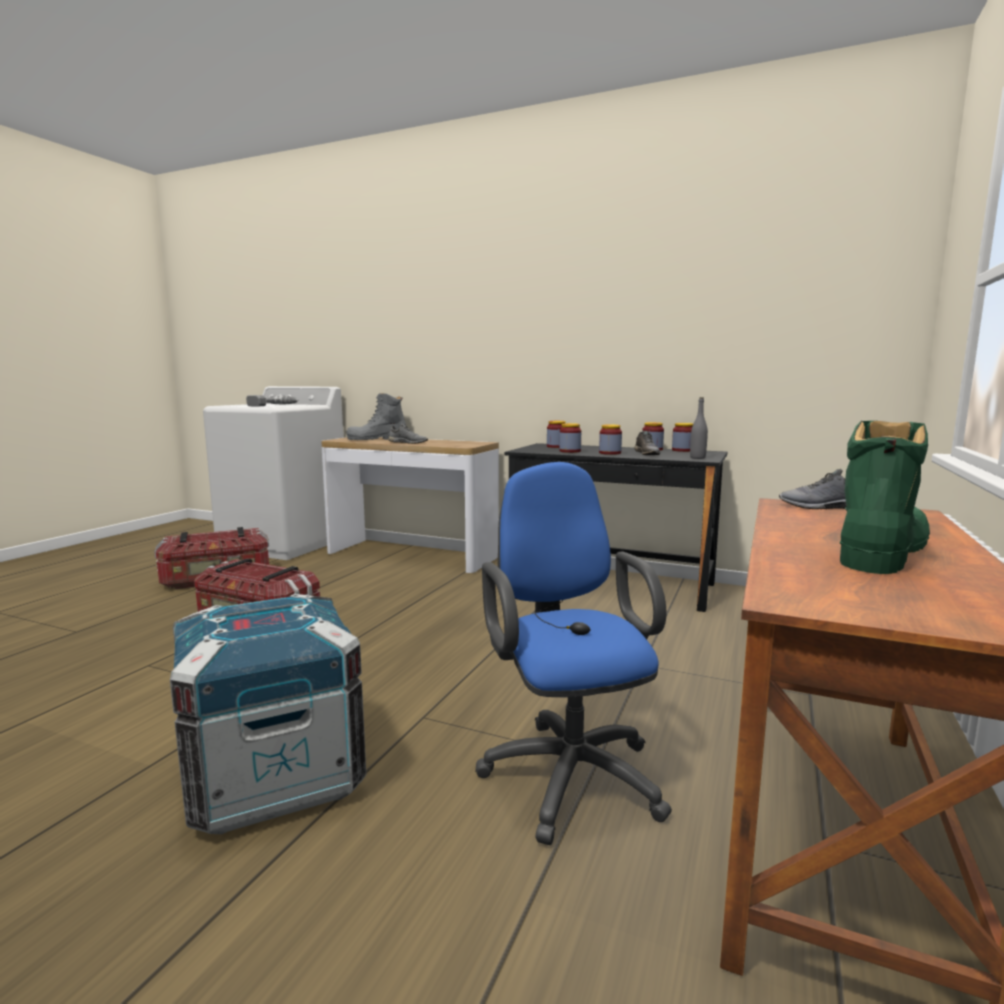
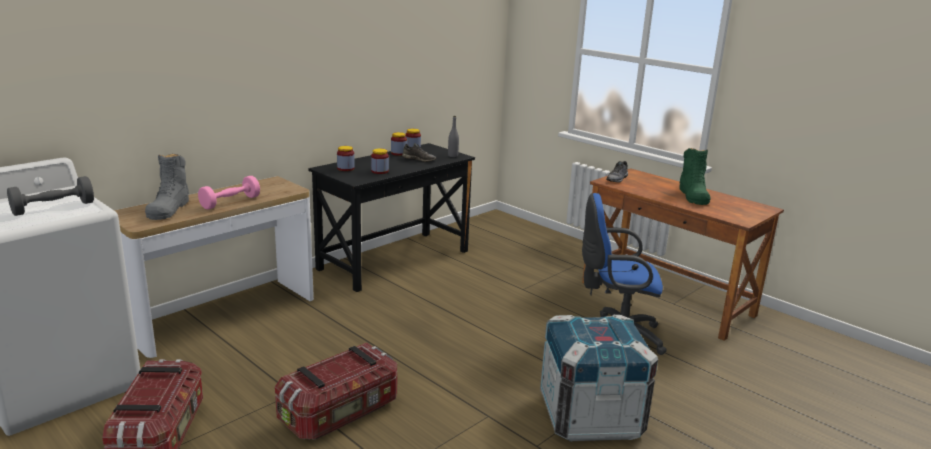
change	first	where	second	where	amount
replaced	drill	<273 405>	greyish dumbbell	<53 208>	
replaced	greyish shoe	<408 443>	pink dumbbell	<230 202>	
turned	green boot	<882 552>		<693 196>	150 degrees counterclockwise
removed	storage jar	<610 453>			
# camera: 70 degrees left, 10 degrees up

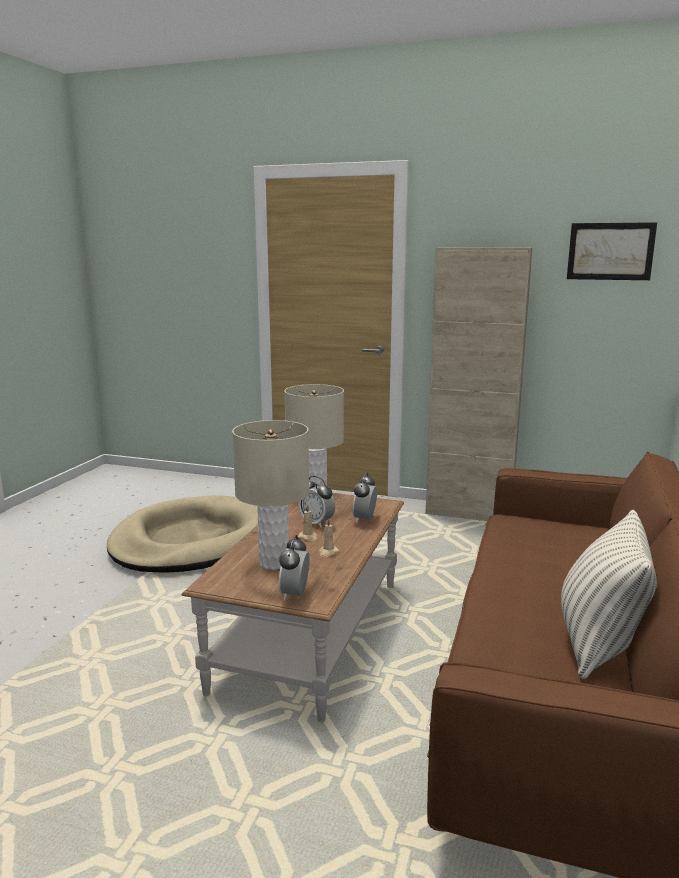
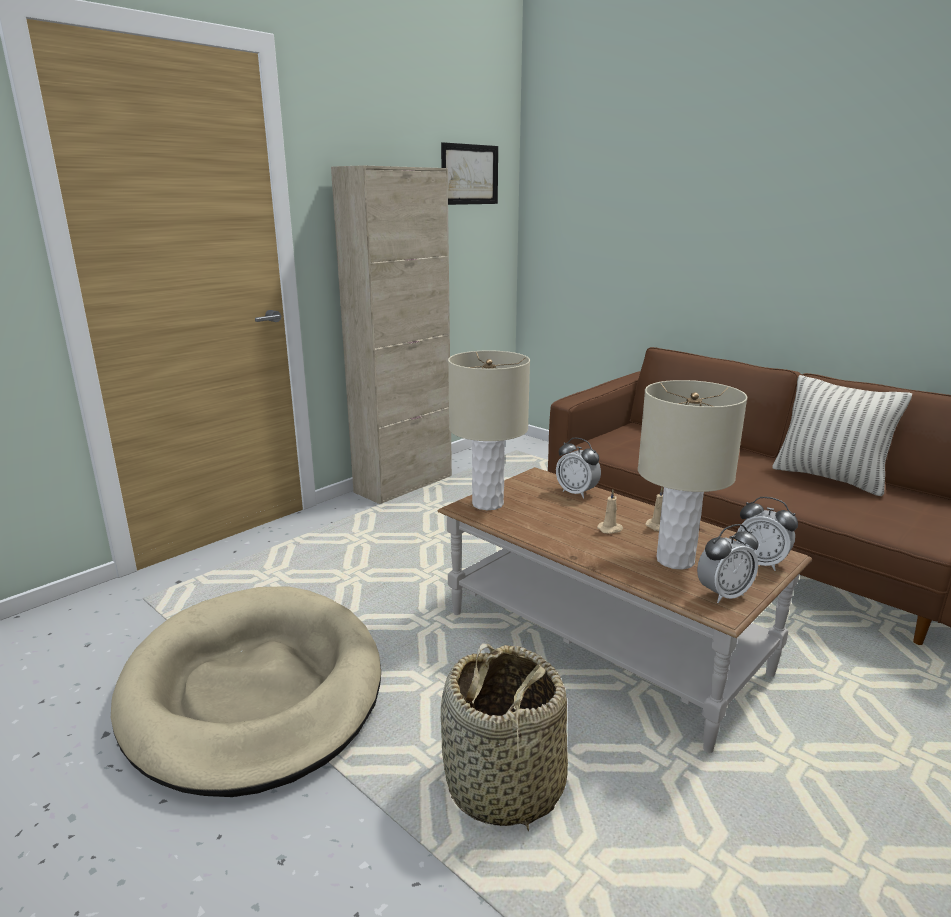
change	first	where	second	where	amount
added			household basket	<504 785>	
moved	alarm clock	<317 523>		<723 594>	
# camera: 65 degrees left, 5 degrees up

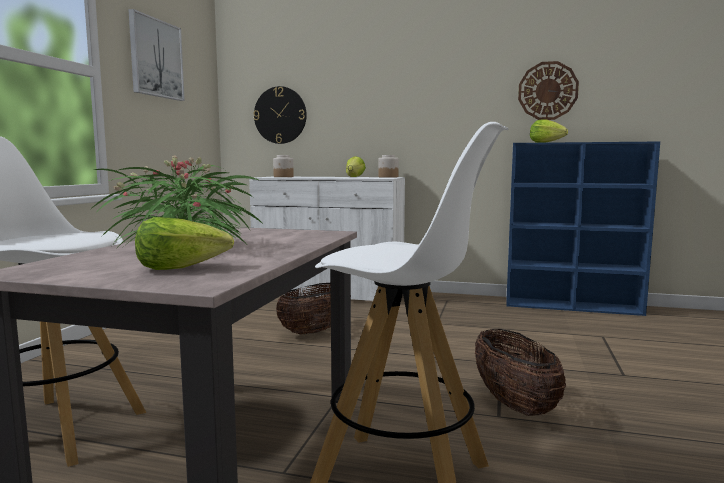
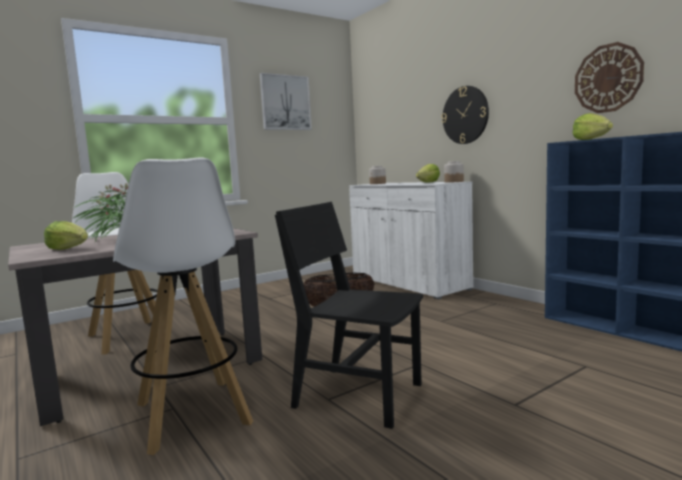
change	first	where	second	where	amount
replaced	household basket	<514 404>	blackish upright chair	<358 395>	
moved	clock on the wall	<280 115>		<465 115>	
# camera: 40 degrees right, 0 degrees up

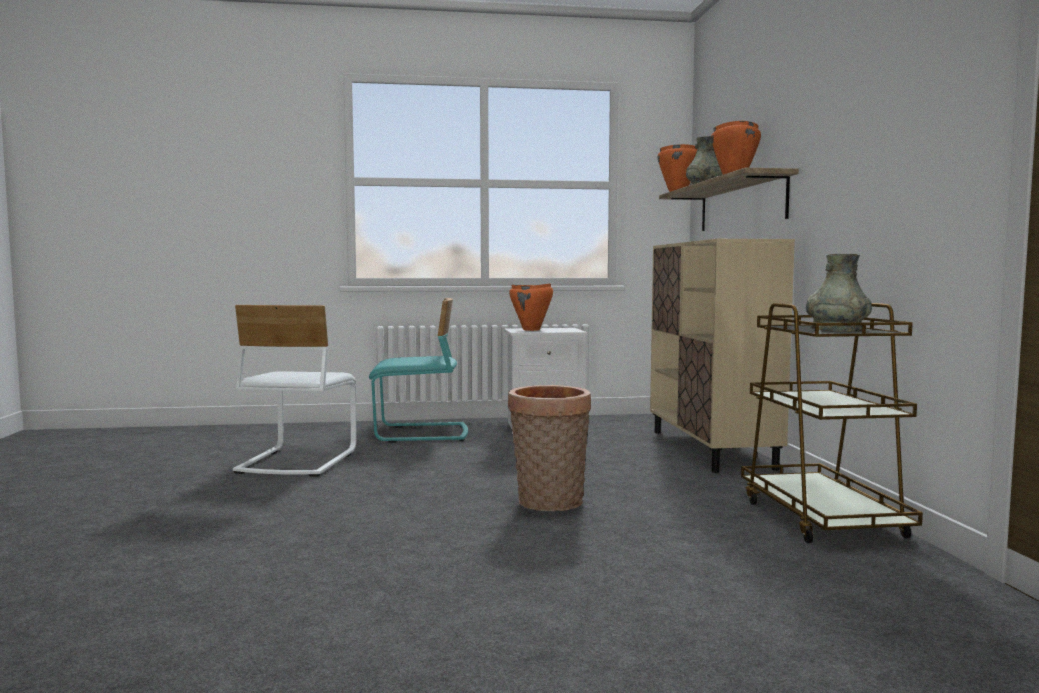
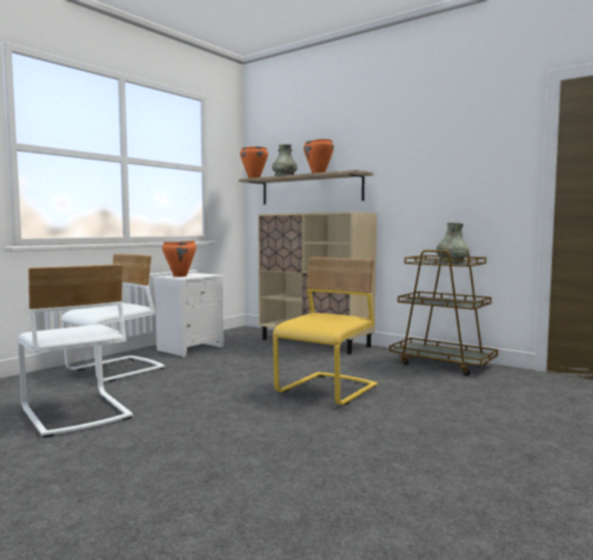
change	first	where	second	where	amount
recoloured	turquoise upright chair	<421 434>	white upright chair	<116 370>	
replaced	household basket	<549 504>	yellow-coloured upright chair	<328 390>	
# camera: 45 degrees left, 0 degrees up

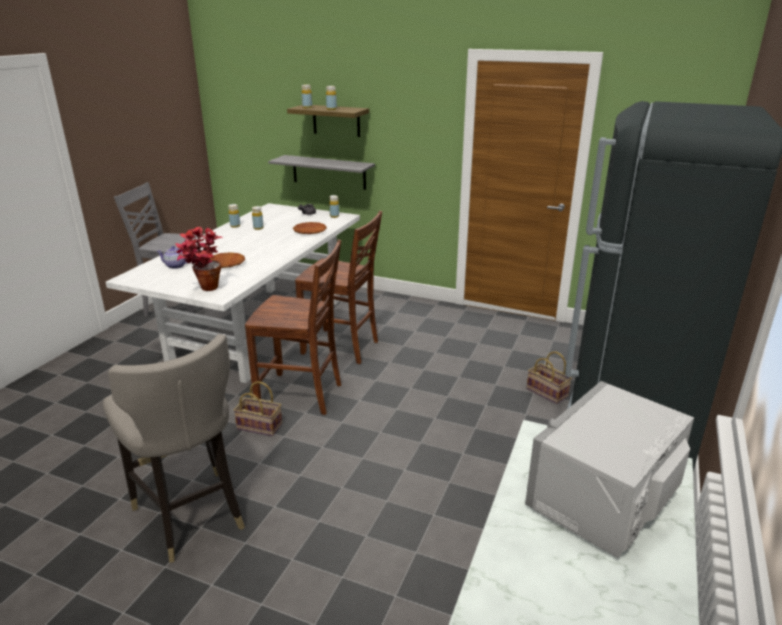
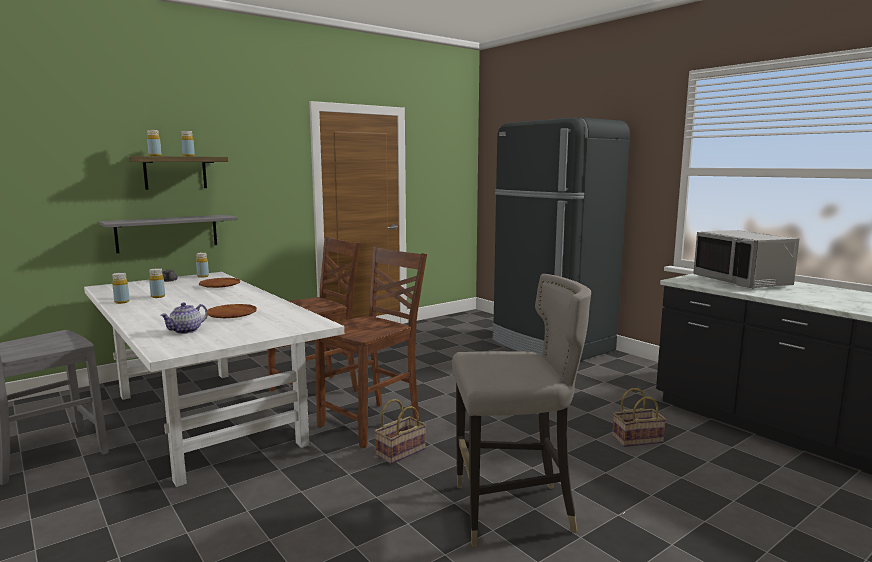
change	first	where	second	where	amount
moved	household basket	<548 393>		<638 439>	
removed	houseplant	<203 290>			
# camera: 60 degrees left, 15 degrees down

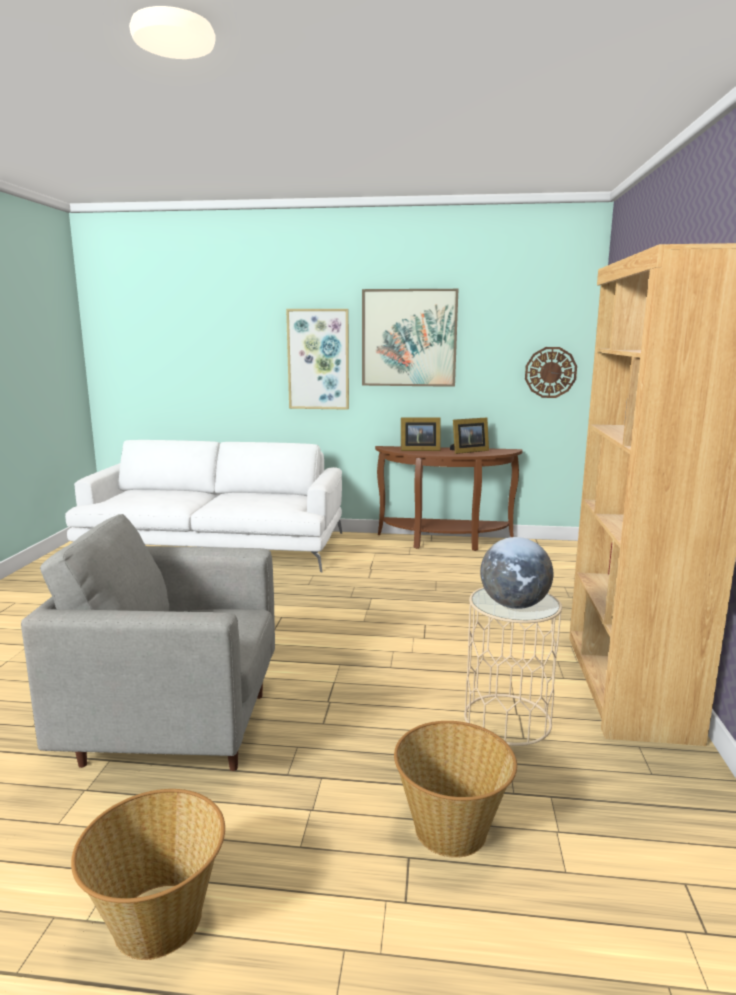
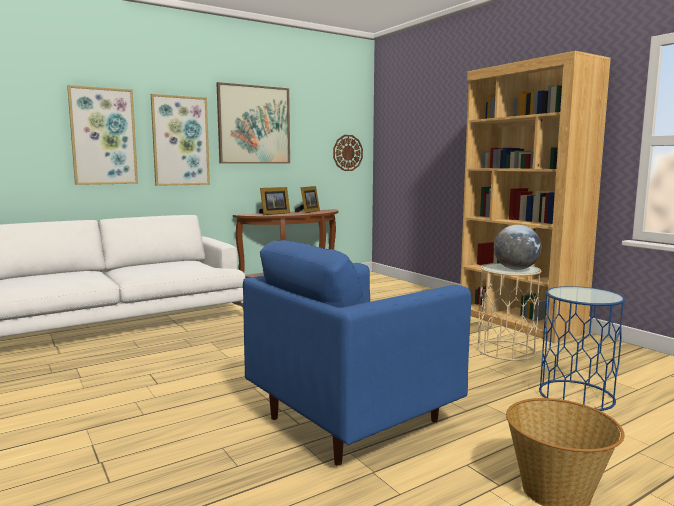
change	first	where	second	where	amount
added			wall picture	<103 136>	
recoloured	greyish lounge chair	<176 727>	bluish lounge chair	<352 420>	
replaced	household basket	<451 828>	bluish accent table	<576 395>	
# camera: 40 degrees left, 5 degrees down

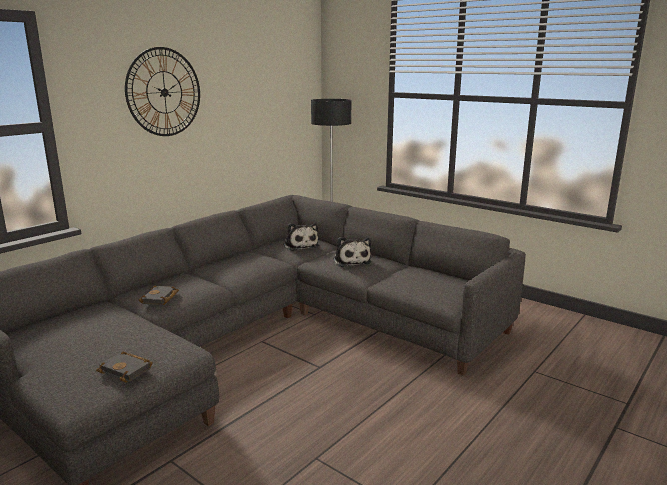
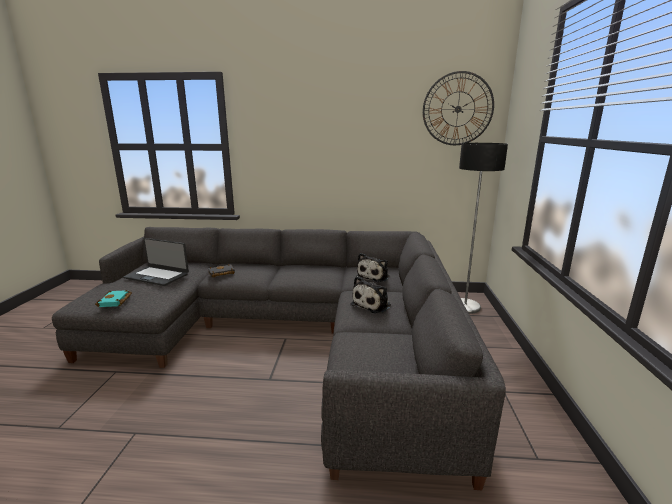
change	first	where	second	where	amount
recoloured	blackish bound book	<127 370>	turquoise bound book	<115 301>	
added			notebook computer	<157 276>	
moved	clock on the wall	<164 92>		<457 109>	
# camera: 55 degrees right, 0 degrees up

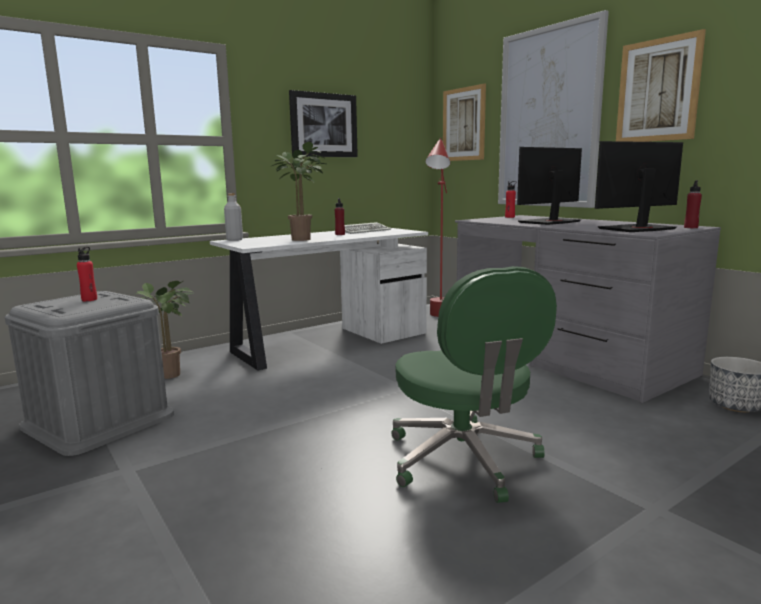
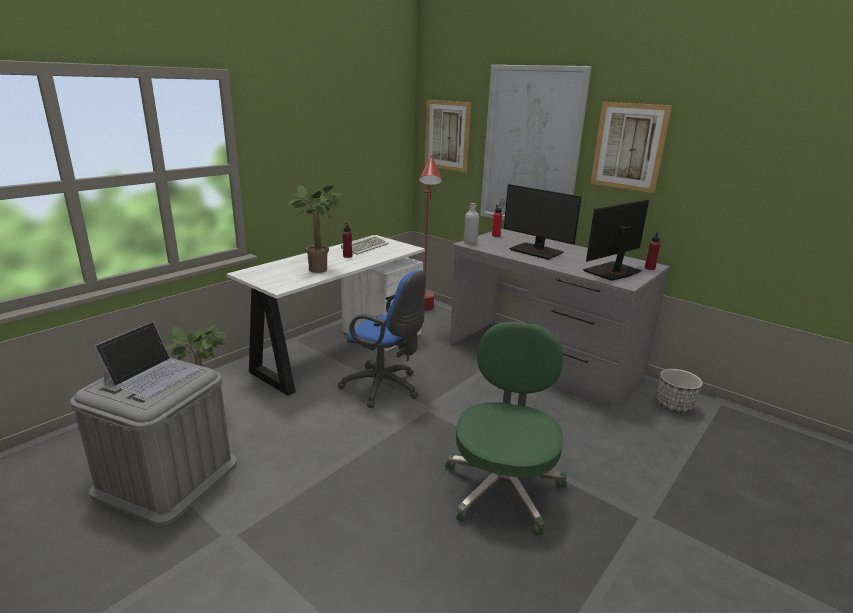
change	first	where	second	where	amount
replaced	red bottle	<89 299>	notebook computer	<152 375>	
added			bluish computer chair	<385 388>	
turned	green computer chair	<464 460>		<503 487>	135 degrees counterclockwise
moved	greyish bottle	<234 240>		<470 242>	
turned	monitor	<550 222>		<537 251>	90 degrees counterclockwise
removed	wall picture	<323 125>			
# camera: 15 degrees left, 10 degrees up

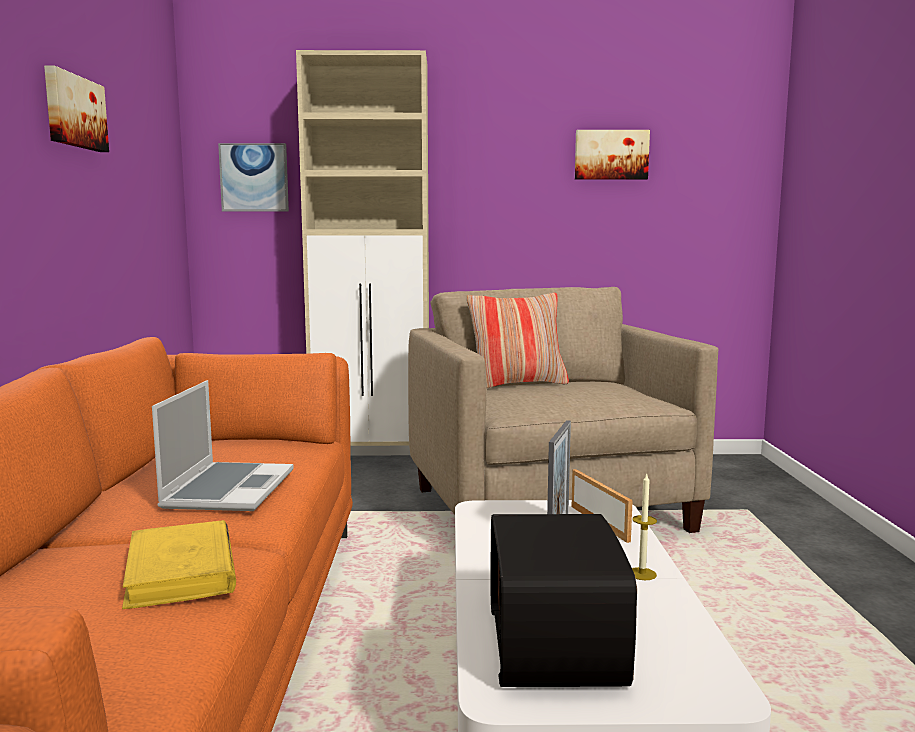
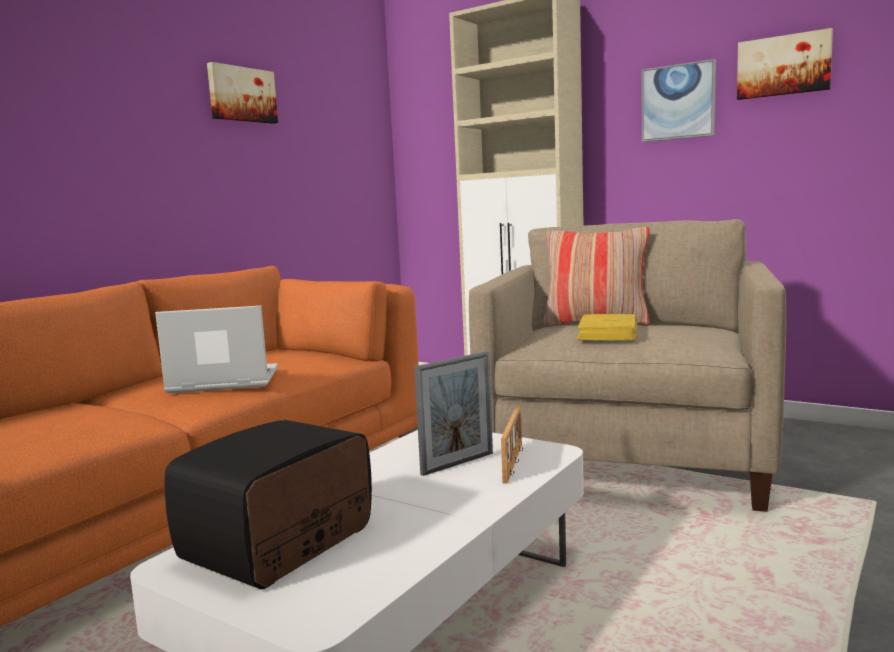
change	first	where	second	where	amount
turned	notebook computer	<228 489>		<222 382>	135 degrees counterclockwise
moved	yellow-coloured bound book	<181 571>		<608 333>	
moved	wall picture	<254 177>		<678 102>	
removed	candle	<642 574>			
# camera: 35 degrees right, 0 degrees up

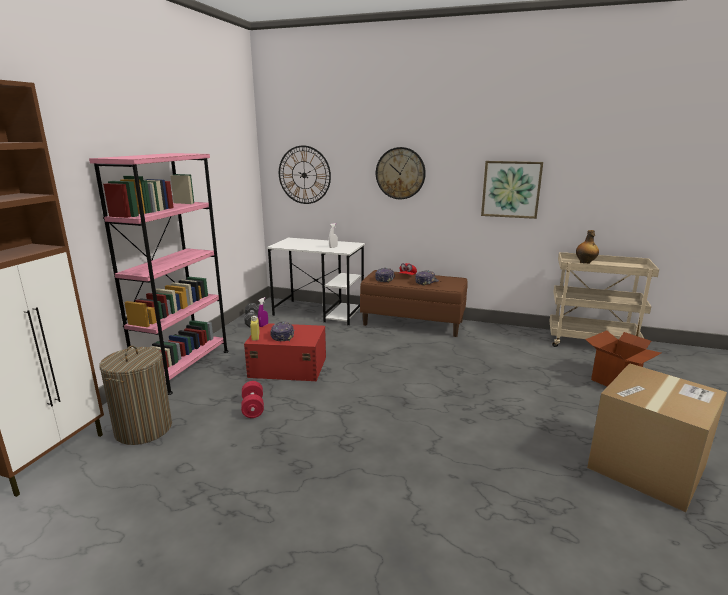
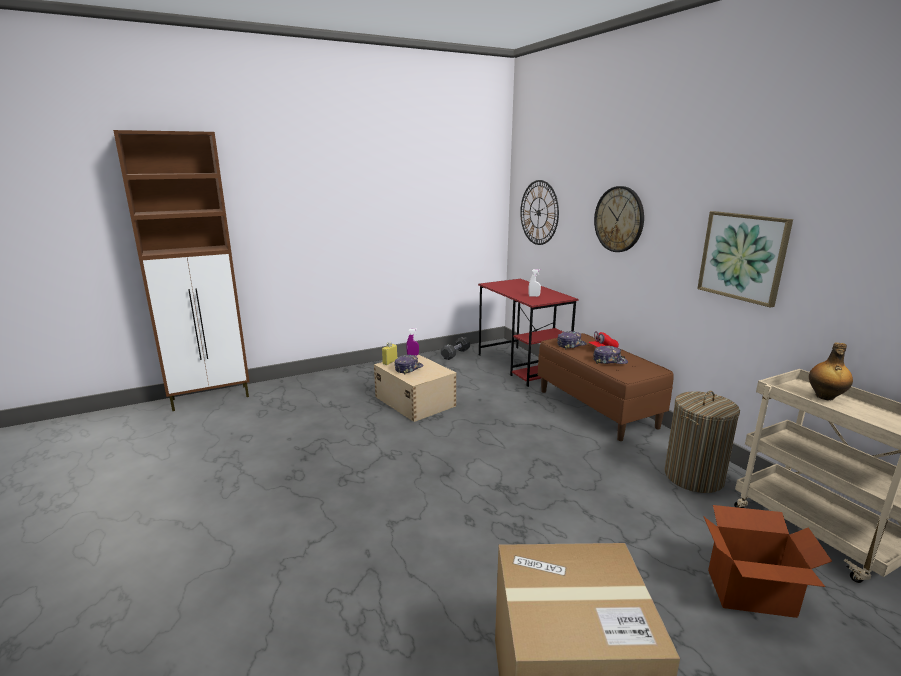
change	first	where	second	where	amount
recoloured	red storage bin	<287 366>	sand-coloured storage bin	<415 401>	
recoloured	white desk	<319 312>	red desk	<522 365>	
moved	washing basket	<143 429>		<693 477>	
removed	pink bookcase	<184 368>			
removed	red dumbbell	<253 408>			
# camera: 45 degrees right, 0 degrees up

